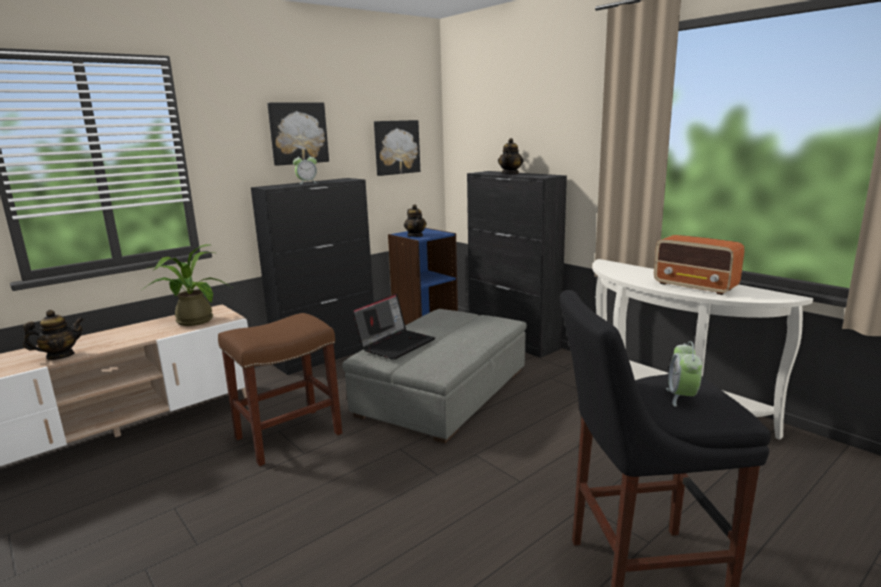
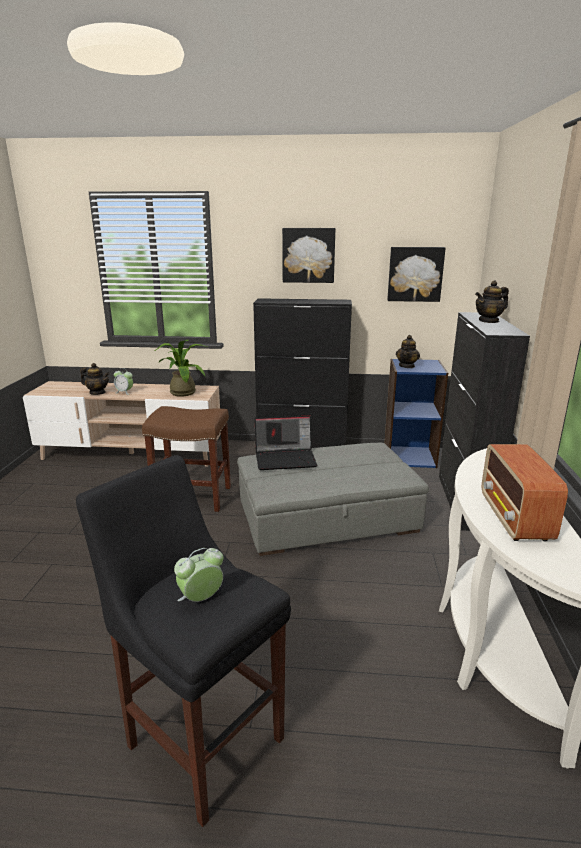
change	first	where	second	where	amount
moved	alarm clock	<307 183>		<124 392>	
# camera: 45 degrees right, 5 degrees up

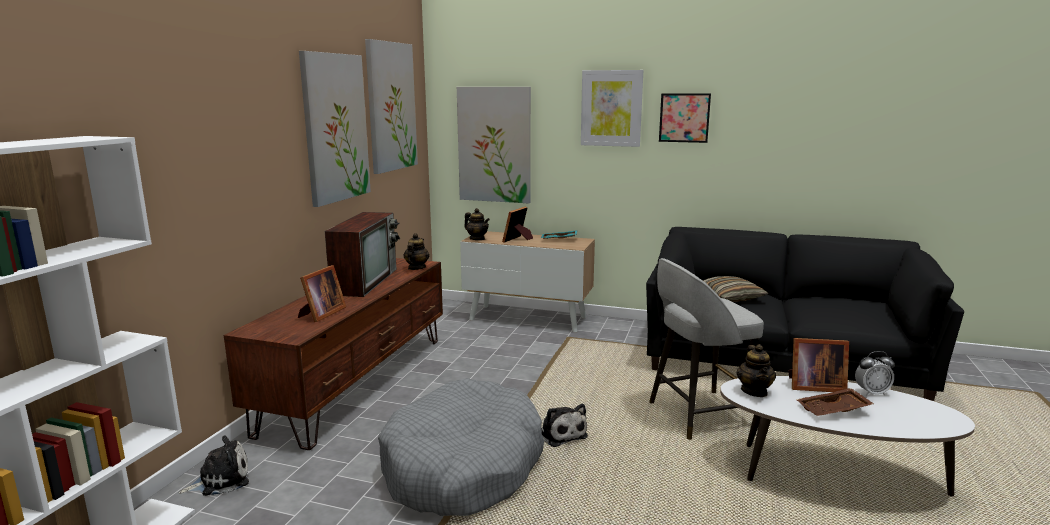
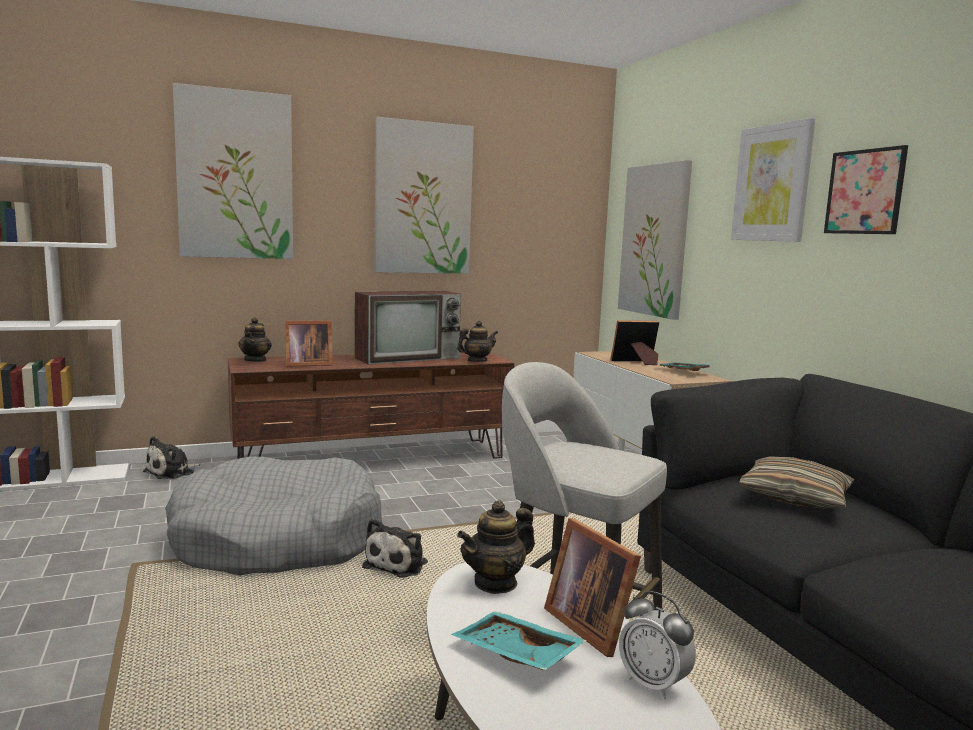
change	first	where	second	where	amount
turned	soft toy	<221 480>		<172 472>	105 degrees clockwise
moved	wall picture	<391 107>		<235 175>	
moved	pot for tea	<477 239>		<255 360>	
recoloured	brown serving tray	<834 410>	turquoise serving tray	<515 655>	
# camera: 50 degrees right, 5 degrees down

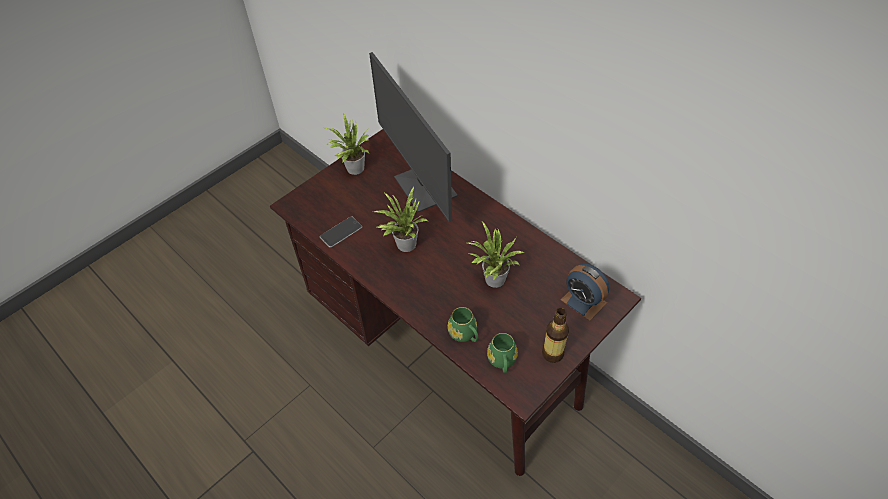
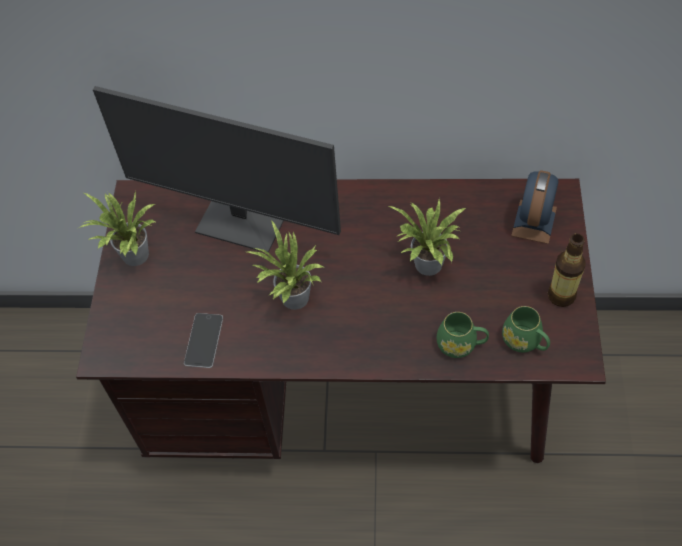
change	first	where	second	where	amount
turned	alarm clock	<583 301>		<534 221>	105 degrees clockwise
# camera: 40 degrees left, 5 degrees up

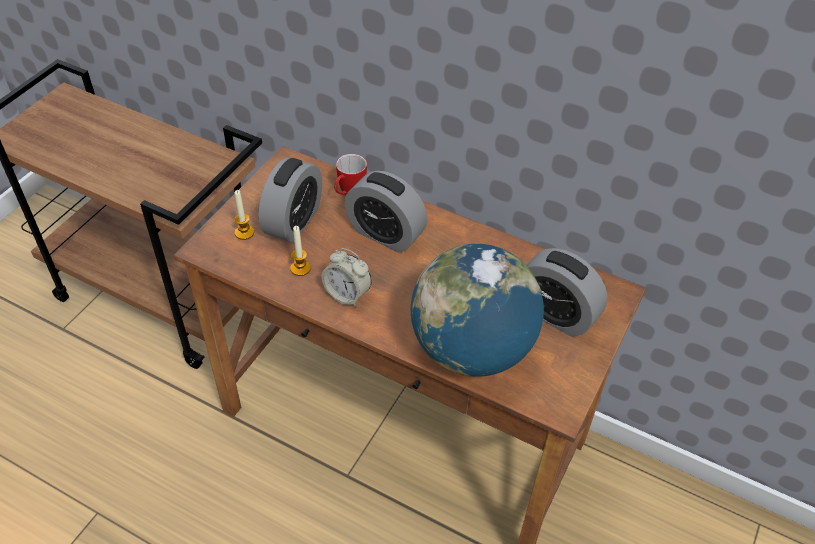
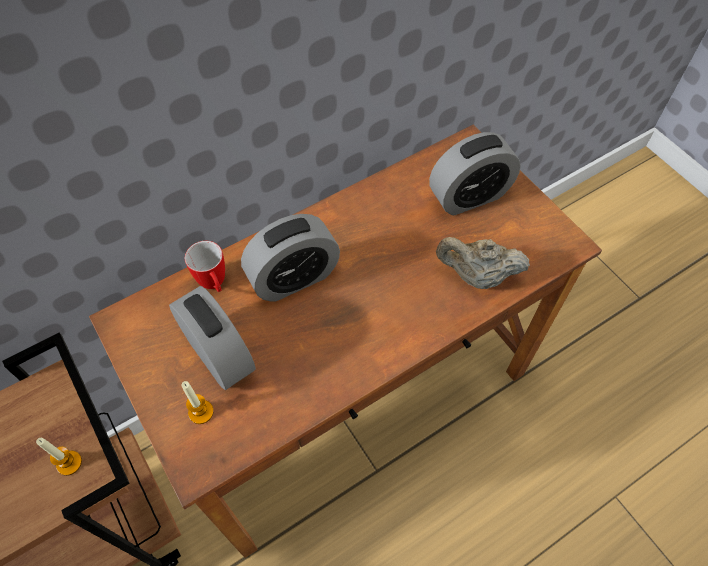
change	first	where	second	where	amount
moved	candle	<300 268>		<69 463>	
replaced	globe	<471 349>	sand-coloured pot for tea	<477 276>	
removed	alarm clock	<347 294>			
# camera: 60 degrees left, 10 degrees up

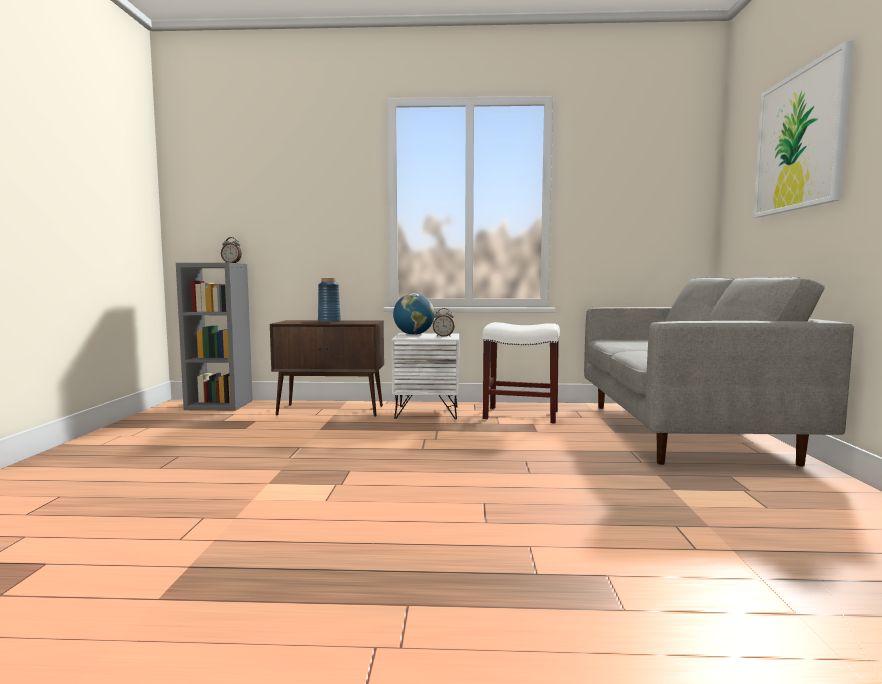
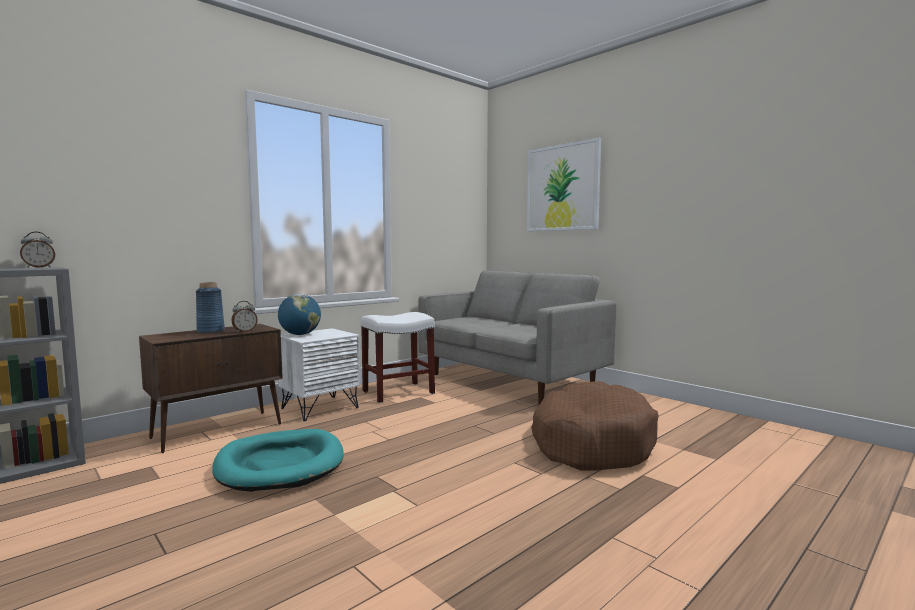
change	first	where	second	where	amount
added			turquoise dog cushion	<280 464>	
moved	alarm clock	<443 336>		<245 331>	
added			brown dog cushion	<591 443>	
# camera: 45 degrees left, 0 degrees up

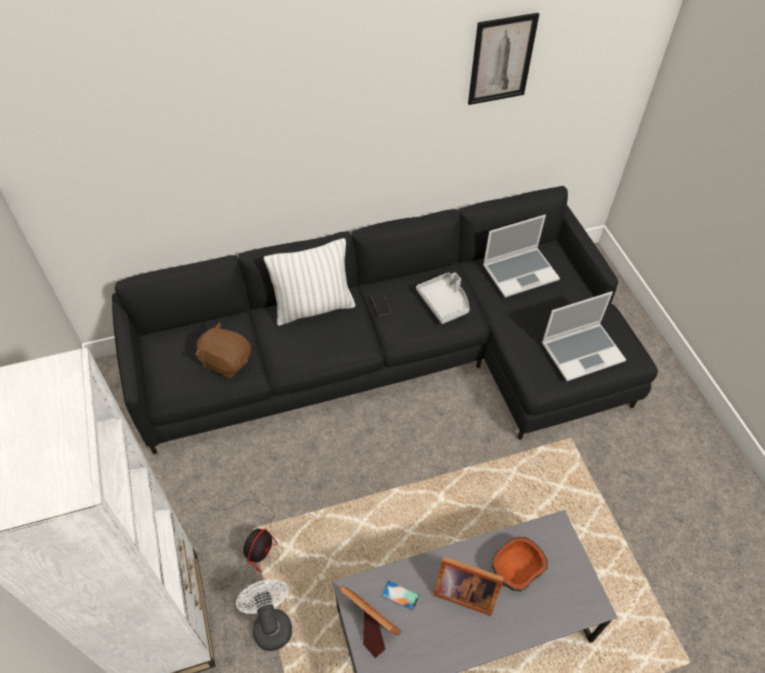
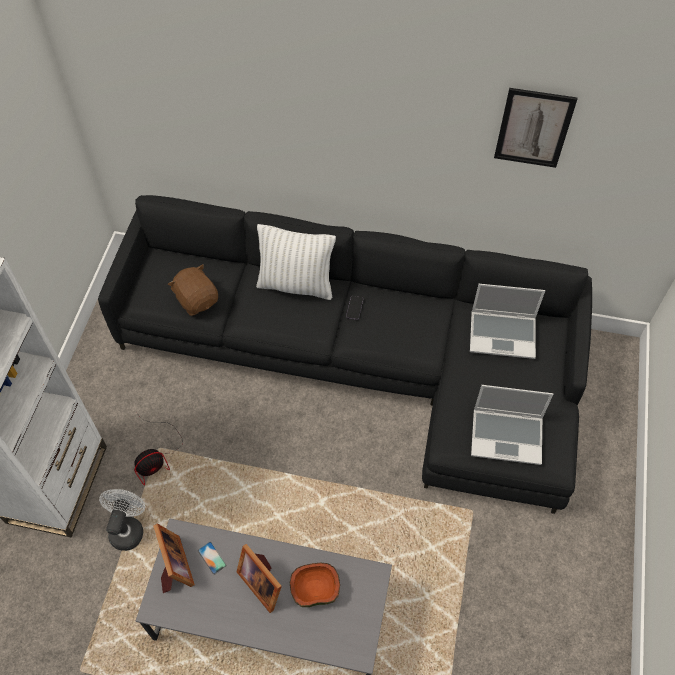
change	first	where	second	where	amount
removed	greyish serving tray	<444 302>			
# camera: 30 degrees right, 5 degrees up

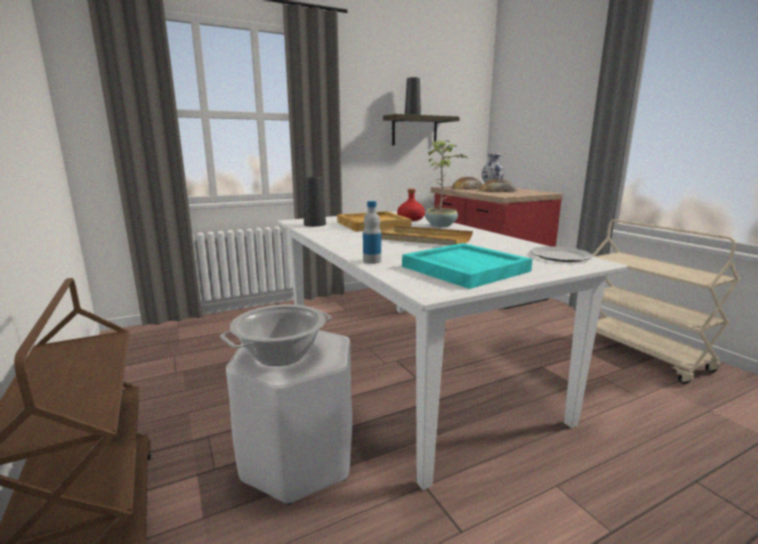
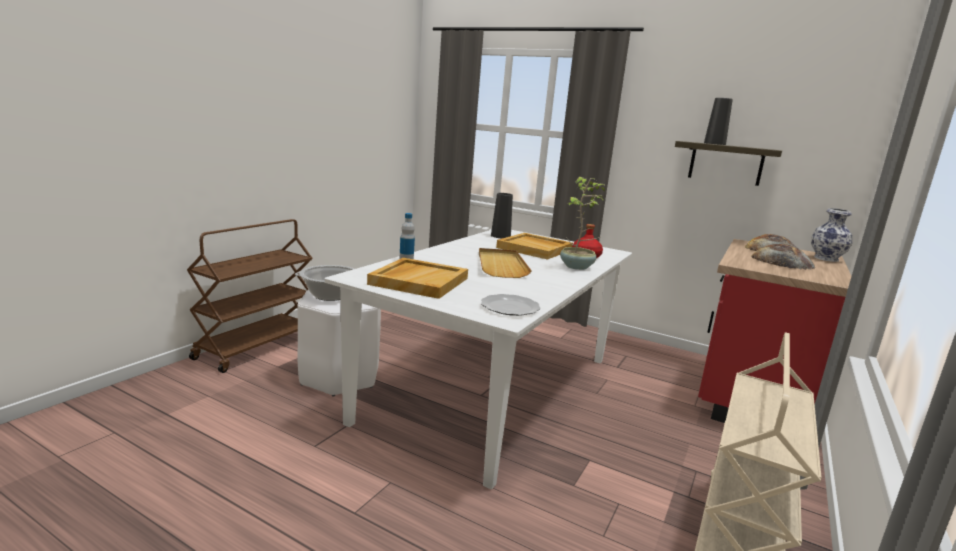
change	first	where	second	where	amount
recoloured	turquoise serving tray	<463 268>	sand-coloured serving tray	<419 281>	
# camera: 55 degrees right, 0 degrees up

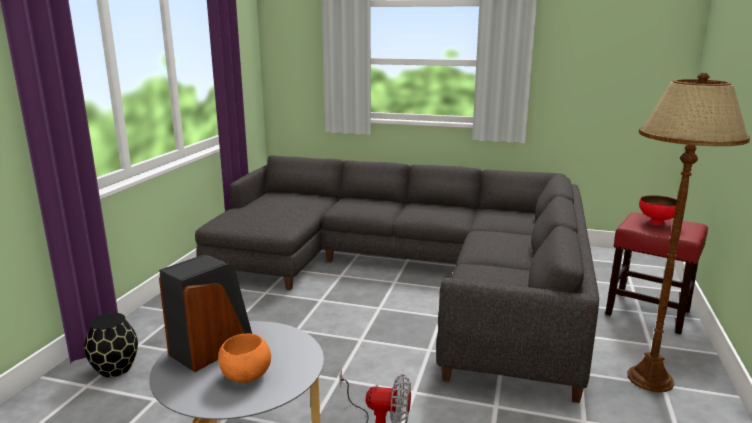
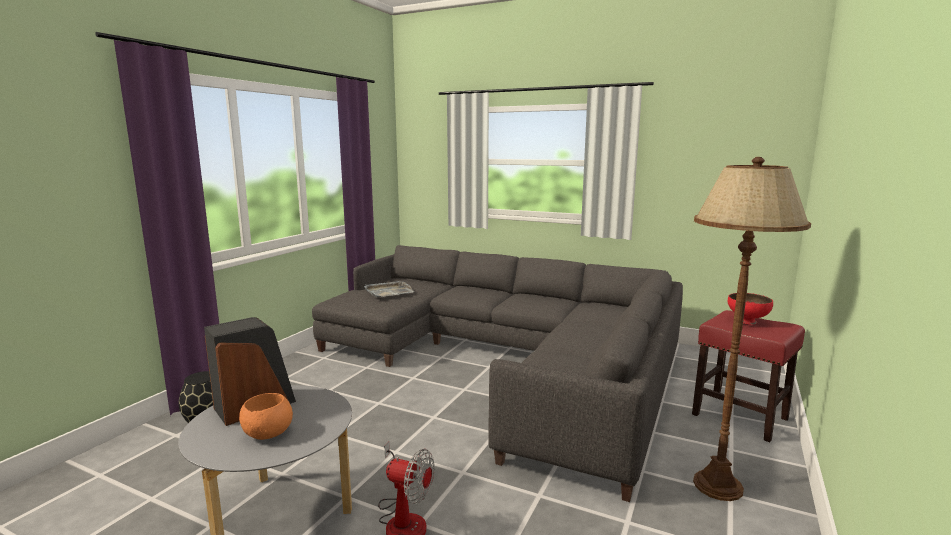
change	first	where	second	where	amount
added			greyish serving tray	<388 291>	
# camera: 10 degrees right, 5 degrees down

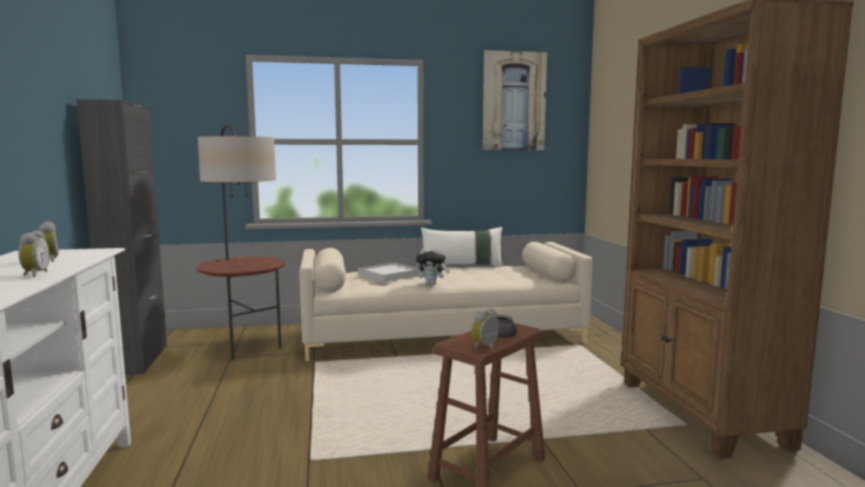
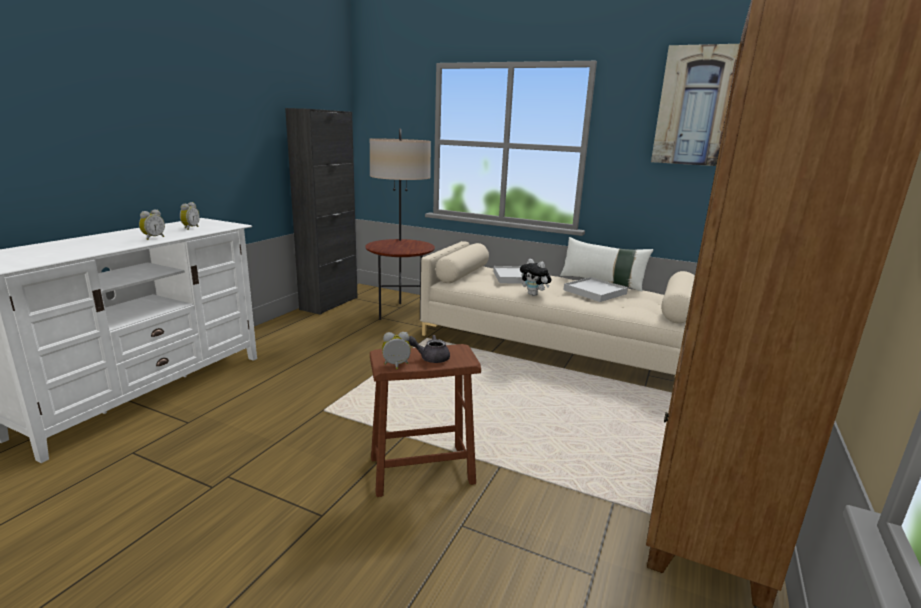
change	first	where	second	where	amount
added			white serving tray	<595 292>	
# camera: 35 degrees right, 10 degrees up

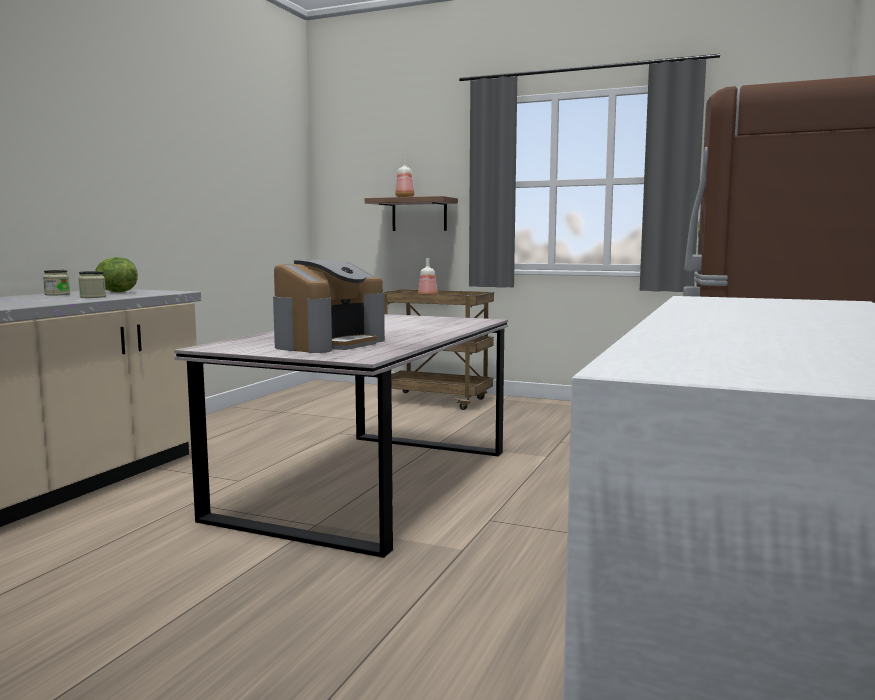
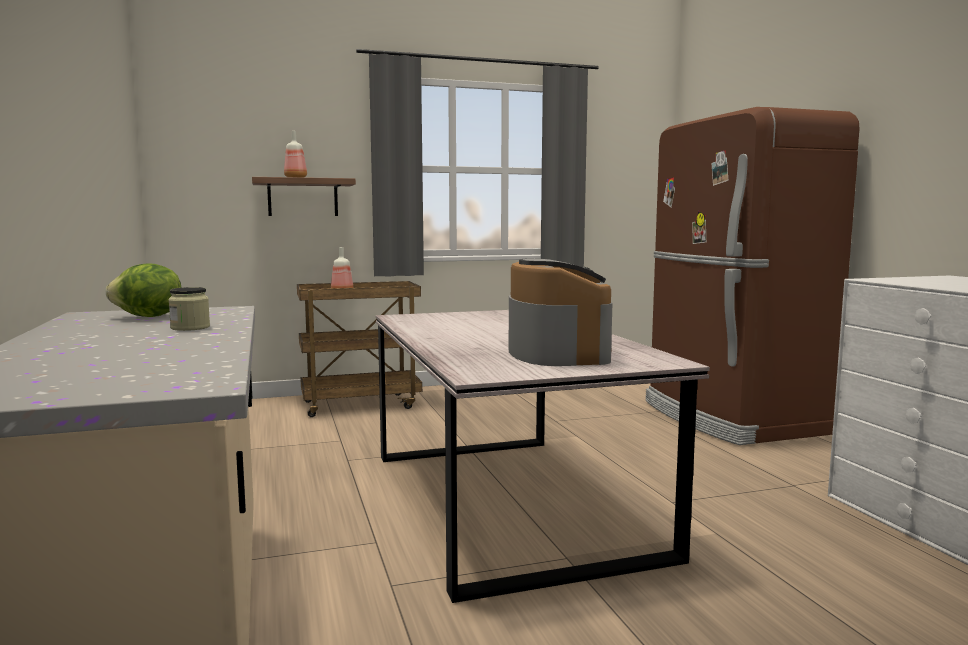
change	first	where	second	where	amount
removed	storage jar	<57 294>			
# camera: 40 degrees left, 0 degrees up

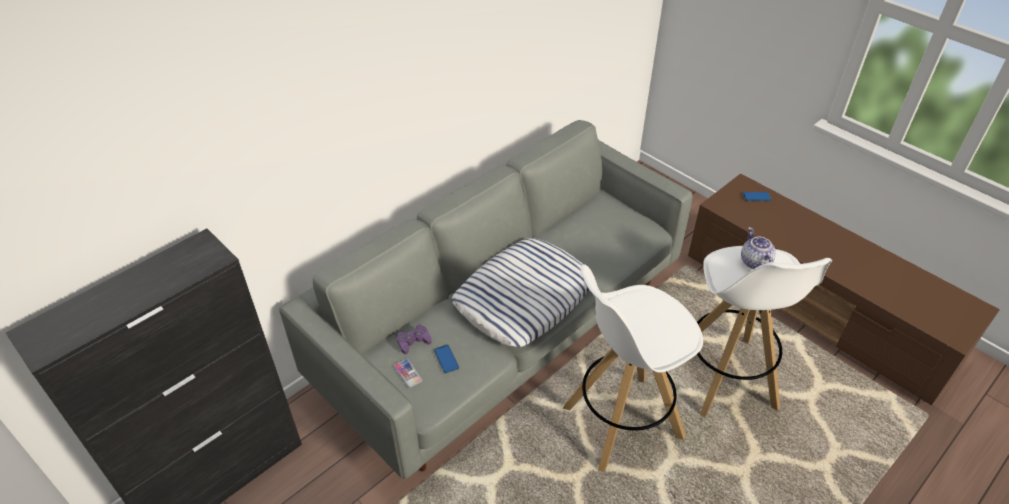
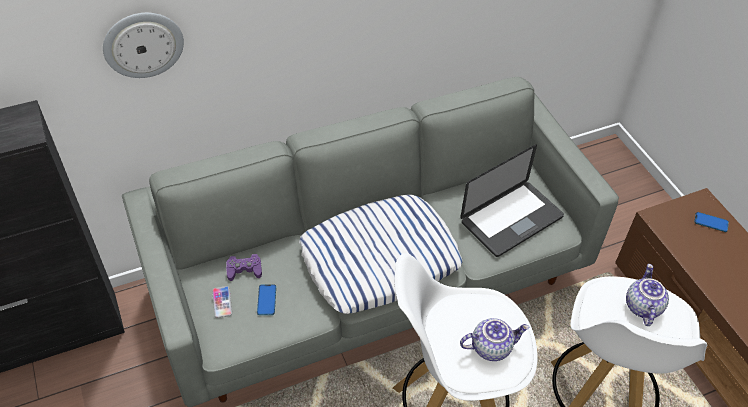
change	first	where	second	where	amount
added			clock on the wall	<143 44>	
added			notebook computer	<511 219>	
added			pot for tea	<491 347>	
# camera: 20 degrees right, 5 degrees up

